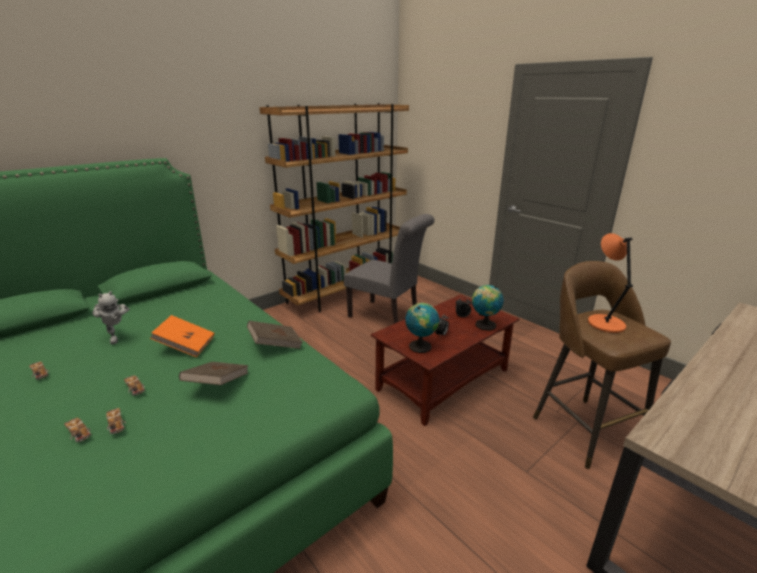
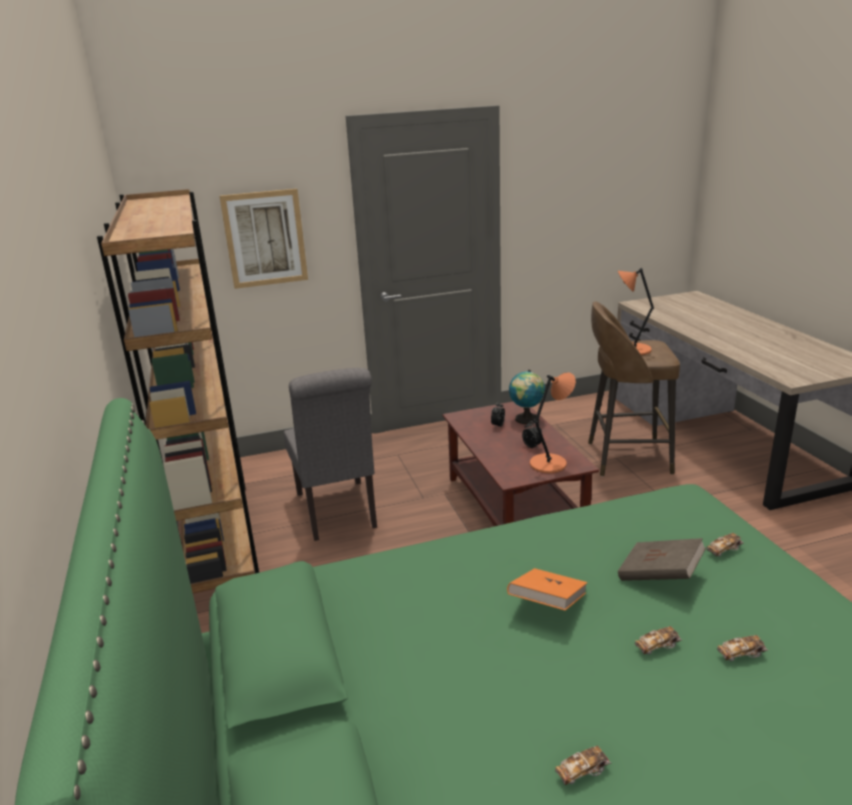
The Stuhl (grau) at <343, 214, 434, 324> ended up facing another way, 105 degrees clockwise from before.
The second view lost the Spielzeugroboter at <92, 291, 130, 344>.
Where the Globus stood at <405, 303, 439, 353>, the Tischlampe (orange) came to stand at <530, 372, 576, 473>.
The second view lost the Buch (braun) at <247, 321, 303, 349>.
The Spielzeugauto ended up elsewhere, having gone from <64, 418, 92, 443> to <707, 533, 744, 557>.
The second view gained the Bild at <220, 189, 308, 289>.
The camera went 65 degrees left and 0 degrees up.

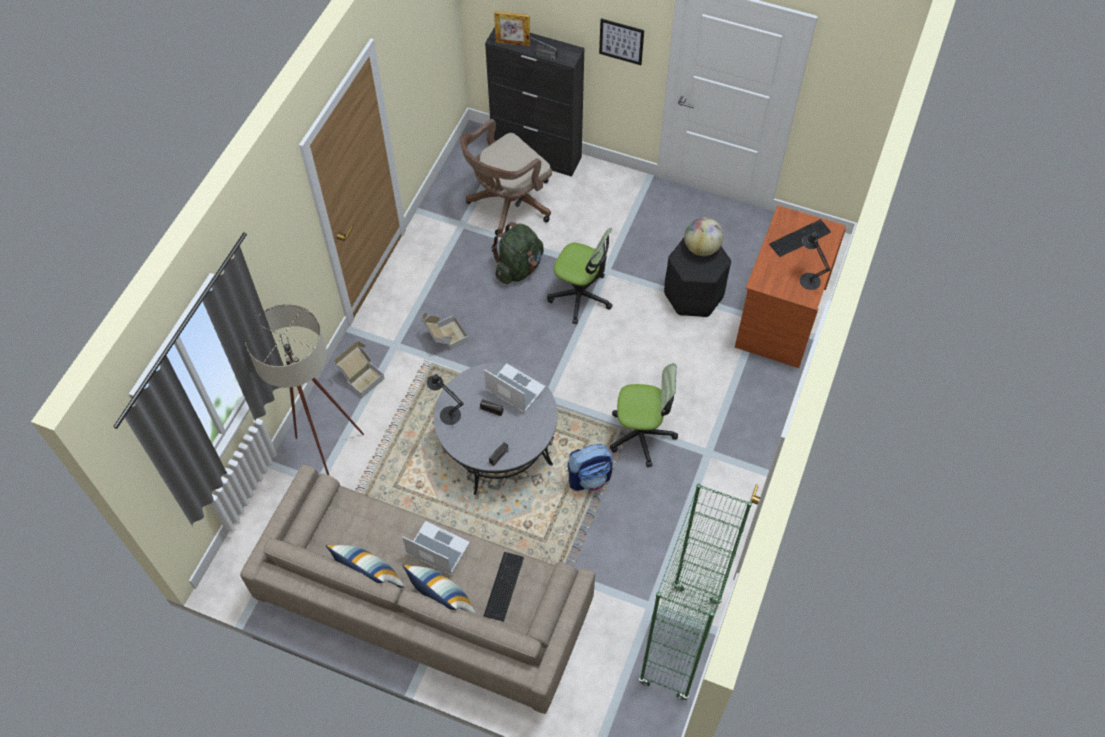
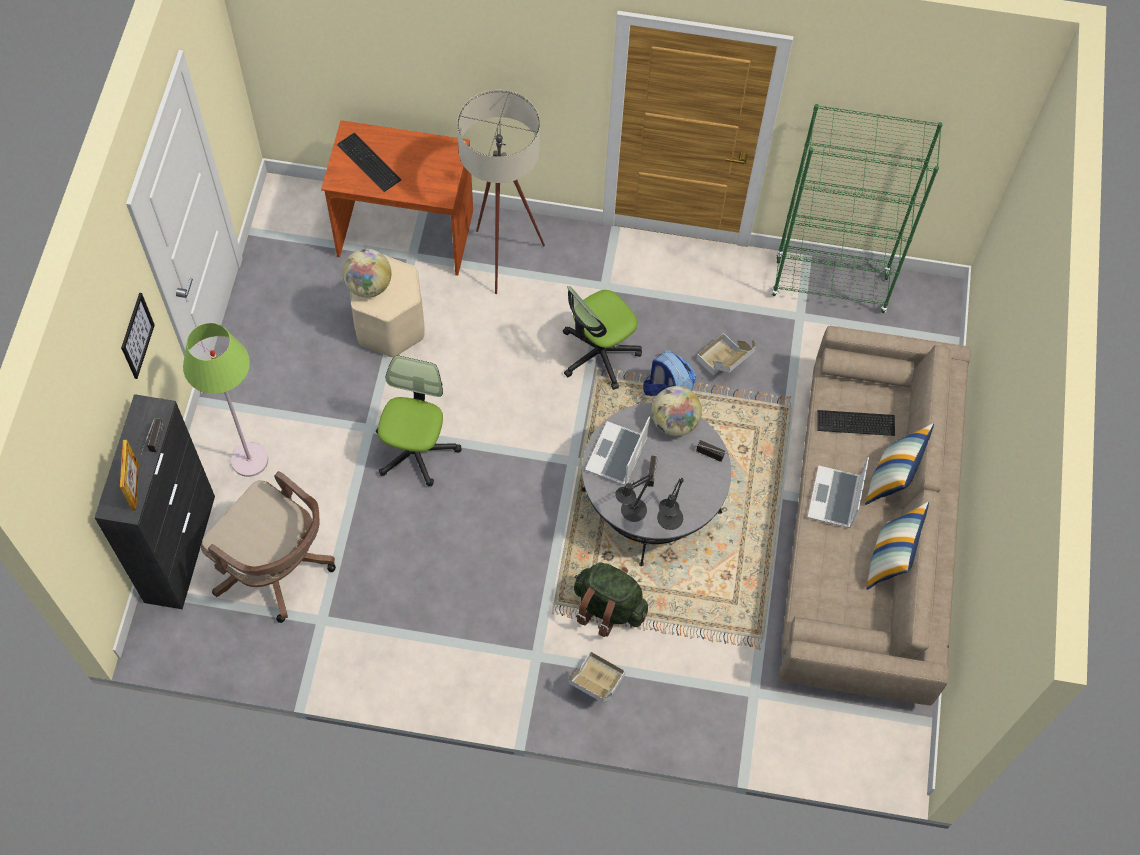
The Rucksack (grün) ended up elsewhere, having gone from <491, 222, 544, 284> to <574, 562, 648, 637>.
The Tischlampe (schwarz) ended up elsewhere, having gone from <800, 232, 831, 290> to <615, 474, 654, 522>.
What was the Hocker (schwarz) at <664, 238, 731, 317> turned into the Hocker (beige) at <350, 255, 425, 357>.
The Stehlampe (beige) ended up elsewhere, having gone from <245, 304, 364, 476> to <457, 90, 545, 294>.
The Karton ended up elsewhere, having gone from <422, 313, 468, 350> to <697, 333, 756, 376>.
The Bürostuhl at <610, 363, 678, 467> ended up facing another way, 120 degrees counterclockwise from before.
The second view gained the Stehlampe (grün) at <183, 323, 268, 477>.
The second view gained the Globus at <651, 386, 702, 436>.
The camera went 105 degrees left and 5 degrees up.

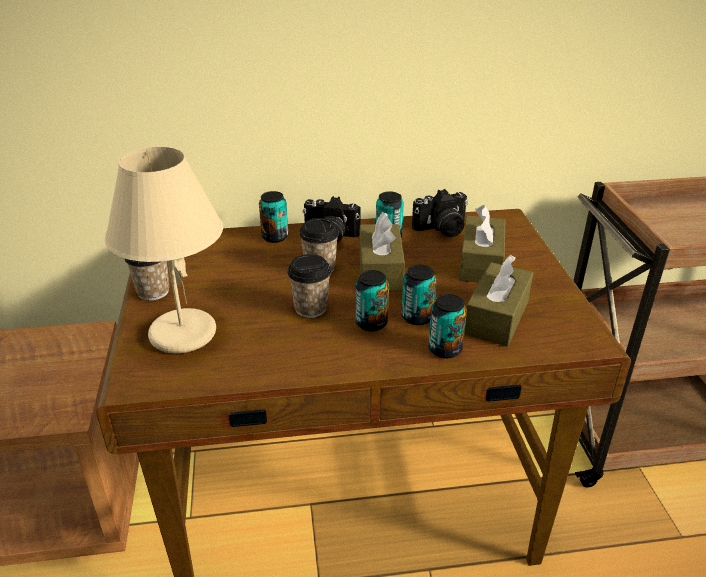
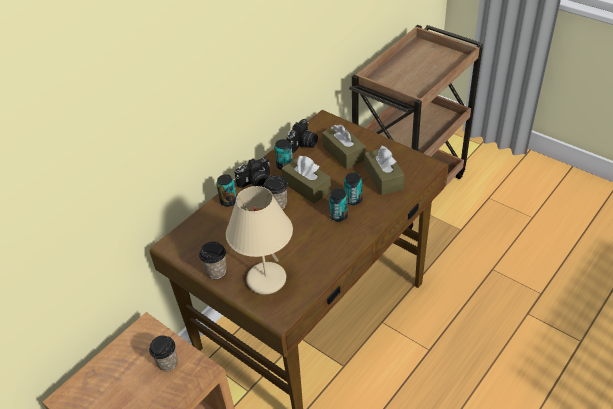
The Tasse ended up elsewhere, having gone from <288, 254, 331, 318> to <149, 336, 178, 371>.
The second view lost the Dose at <428, 294, 467, 358>.
The camera went 40 degrees left and 10 degrees up.

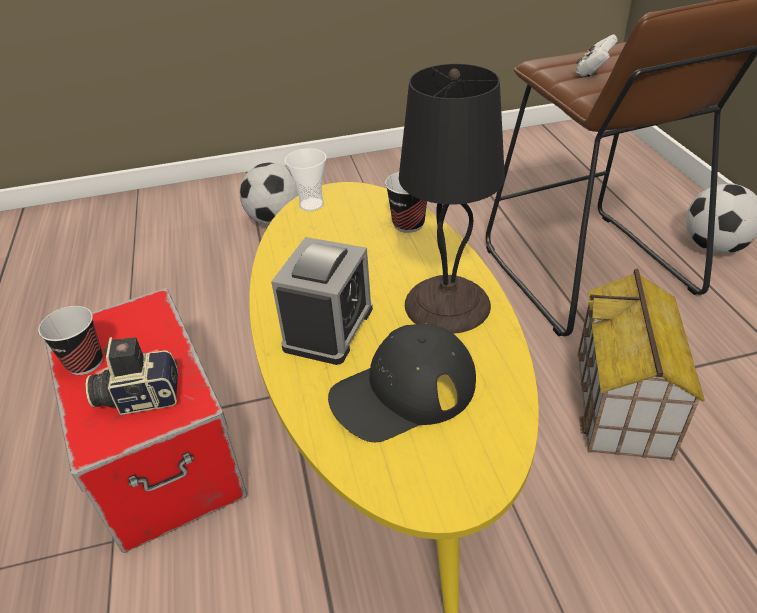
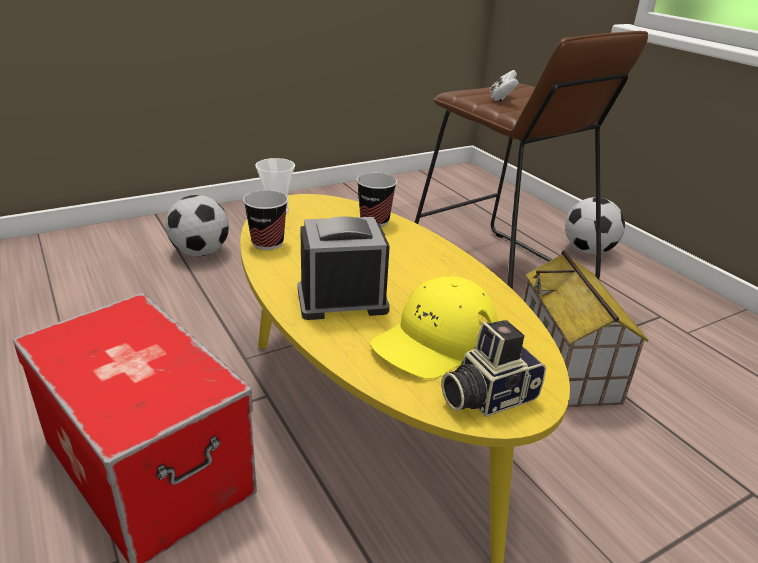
The second view lost the Tischlampe (schwarz) at <399, 64, 505, 334>.
The Wecker at <271, 237, 373, 365> ended up facing another way, 105 degrees counterclockwise from before.
The Tasse ended up elsewhere, having gone from <38, 306, 103, 375> to <243, 190, 288, 250>.
What was the Kappe (schwarz) at <328, 323, 476, 442> turned into the Kappe (gelb) at <370, 276, 498, 379>.
The Kamera ended up elsewhere, having gone from <86, 337, 178, 415> to <441, 320, 546, 417>.
The camera went 20 degrees left and 10 degrees down.

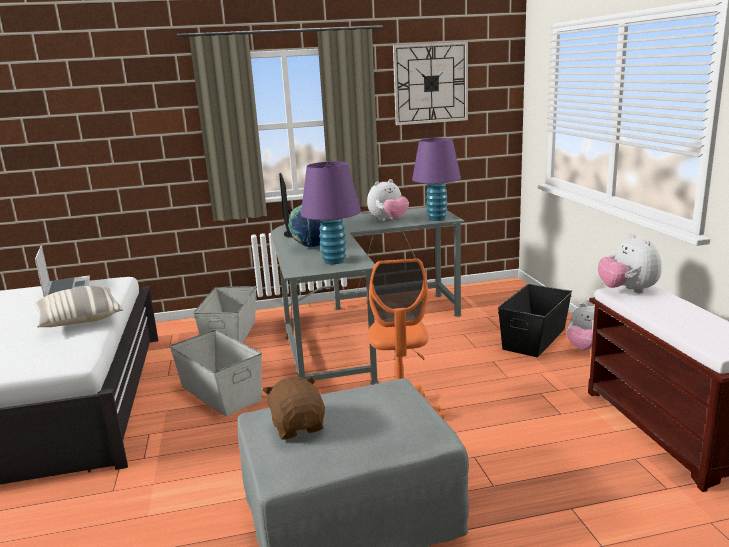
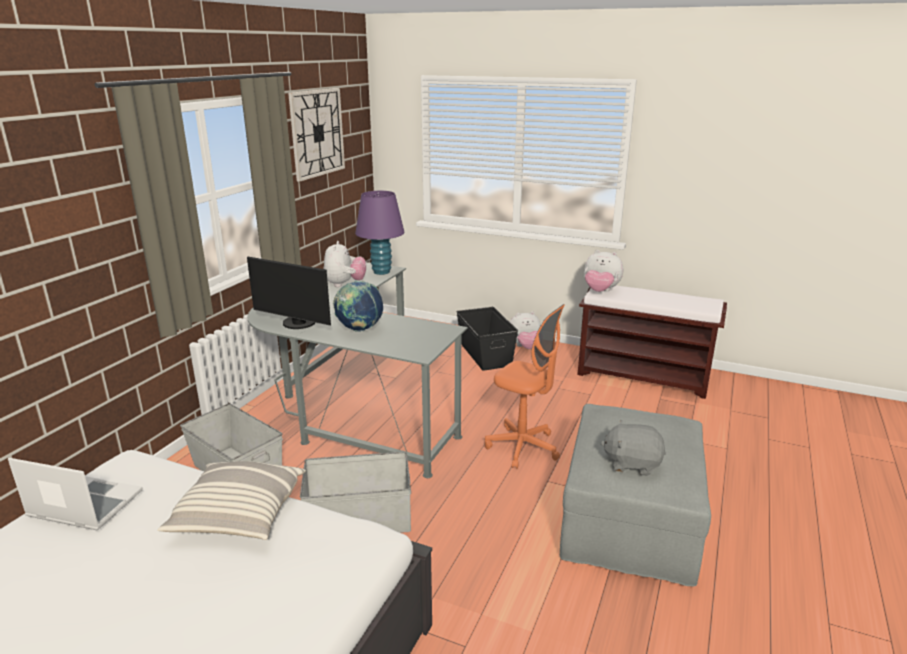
The second view lost the Tischlampe (lila) at <301, 161, 361, 264>.
What was the Plüschtier (braun) at <262, 376, 325, 440> turned into the Plüschtier (grau) at <601, 420, 666, 476>.
The camera went 55 degrees left and 5 degrees up.

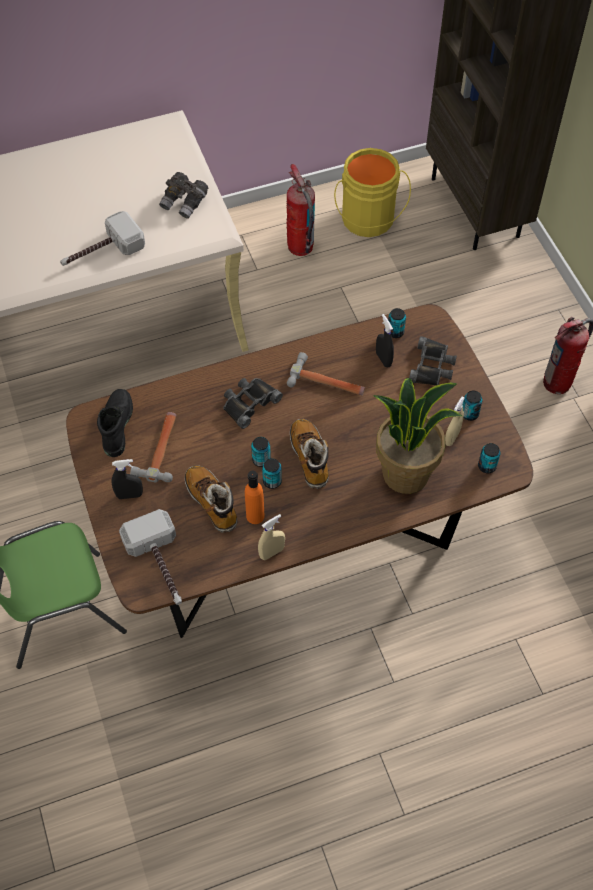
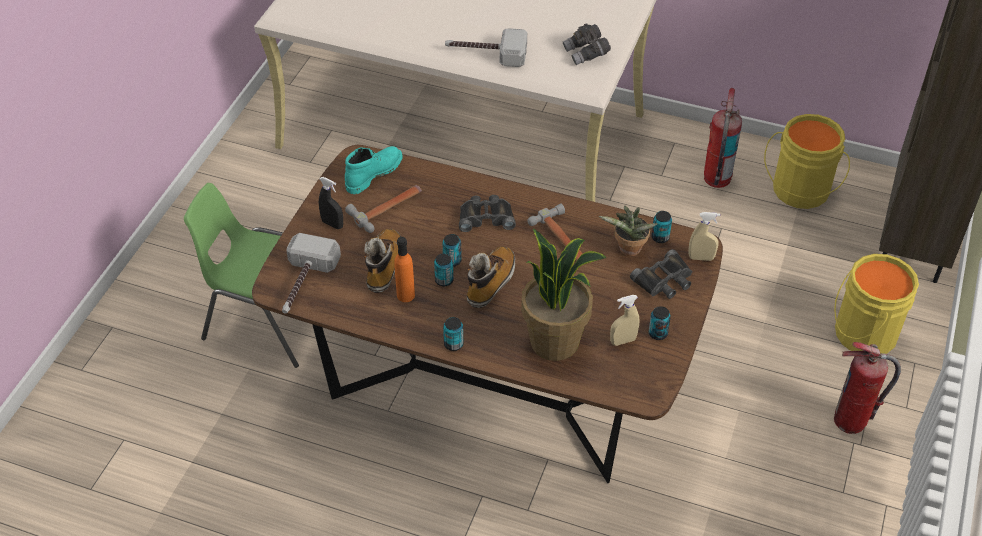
Where the Sprühflasche (schwarz) stood at <376, 314, 394, 367>, the Topfpflanze came to stand at <599, 206, 658, 256>.
What was the Stiefel (schwarz) at <97, 389, 133, 457> turned into the Stiefel (türkis) at <345, 146, 403, 194>.
The Dose ended up elsewhere, having gone from <478, 443, 500, 473> to <443, 317, 463, 351>.
The Sprühflasche (beige) ended up elsewhere, having gone from <258, 514, 285, 560> to <688, 212, 720, 261>.
The second view gained the Eimer (gelb) at <834, 254, 919, 354>.
The camera went 40 degrees right and 10 degrees down.

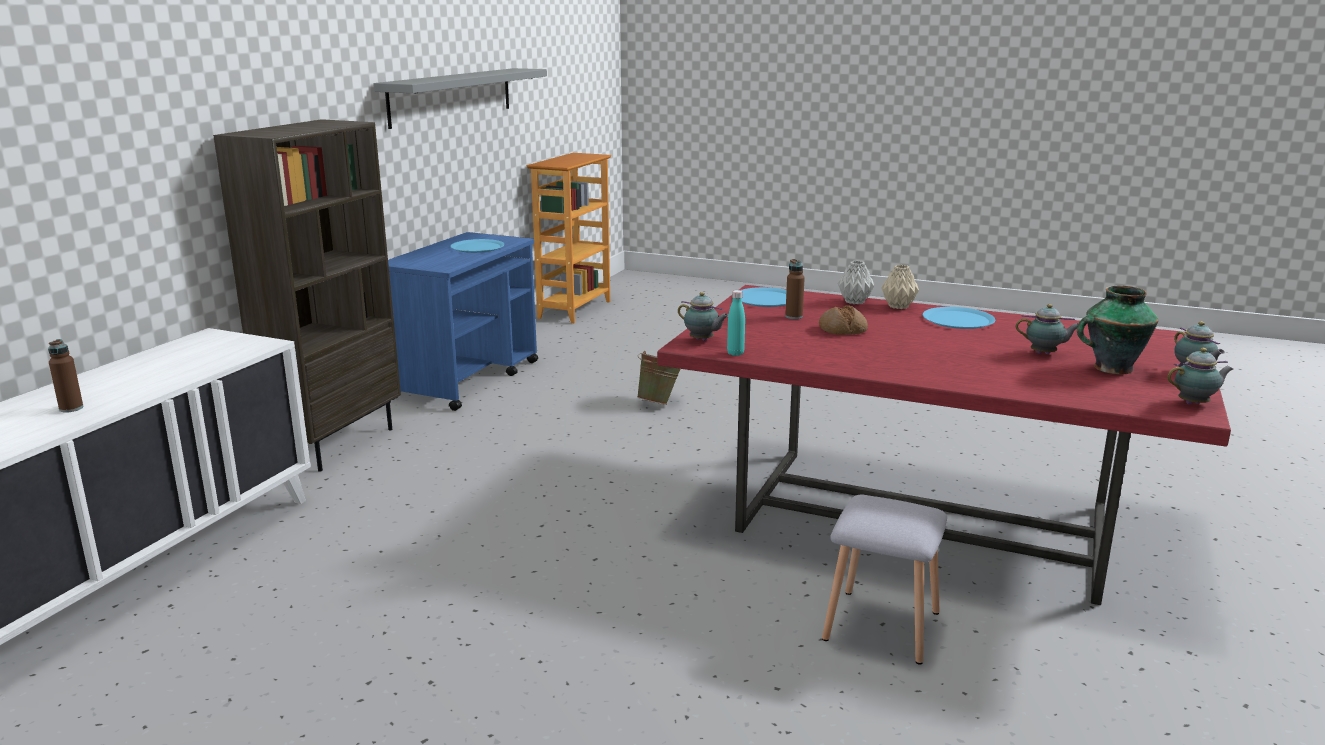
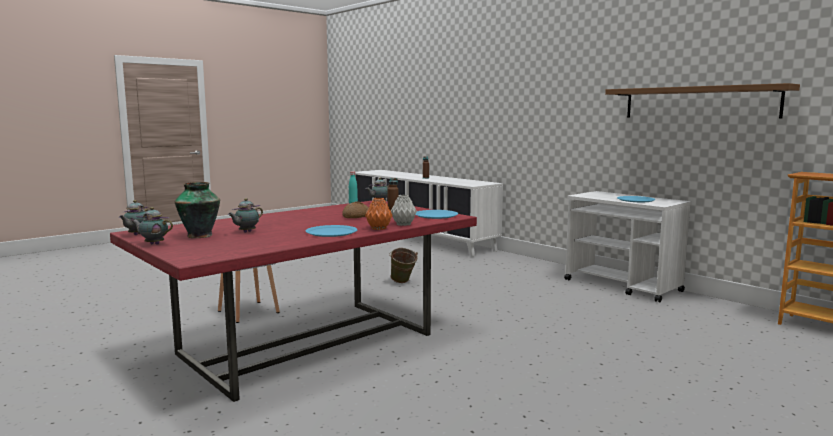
What was the Wandregal (grau) at <373, 68, 547, 129> turned into the Wandregal (braun) at <605, 83, 800, 118>.
The second view lost the Bücherregal (braun) at <213, 119, 401, 472>.
What was the Rollwagen (blau) at <388, 232, 538, 411> turned into the Rollwagen (weiß) at <564, 191, 692, 302>.
What was the Vase (beige) at <881, 265, 919, 309> turned into the Vase (orange) at <365, 198, 393, 230>.
The Eimer (grün) ended up elsewhere, having gone from <637, 351, 680, 405> to <389, 248, 418, 283>.
The camera went 115 degrees right and 10 degrees down.

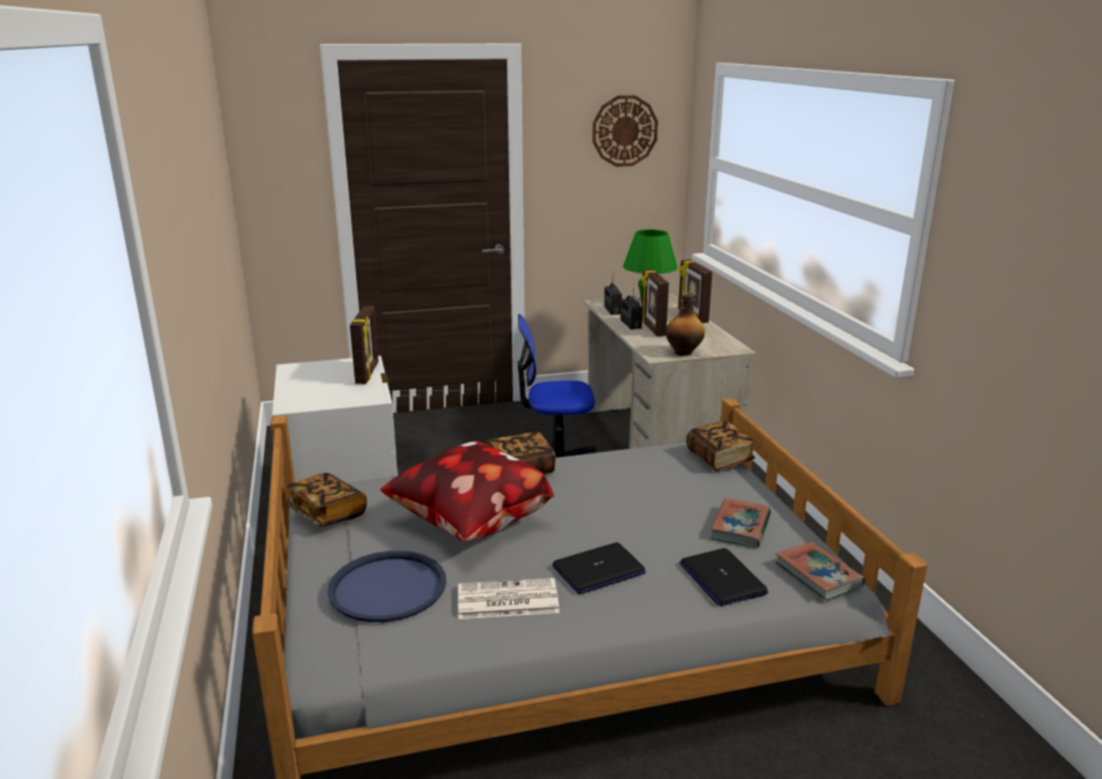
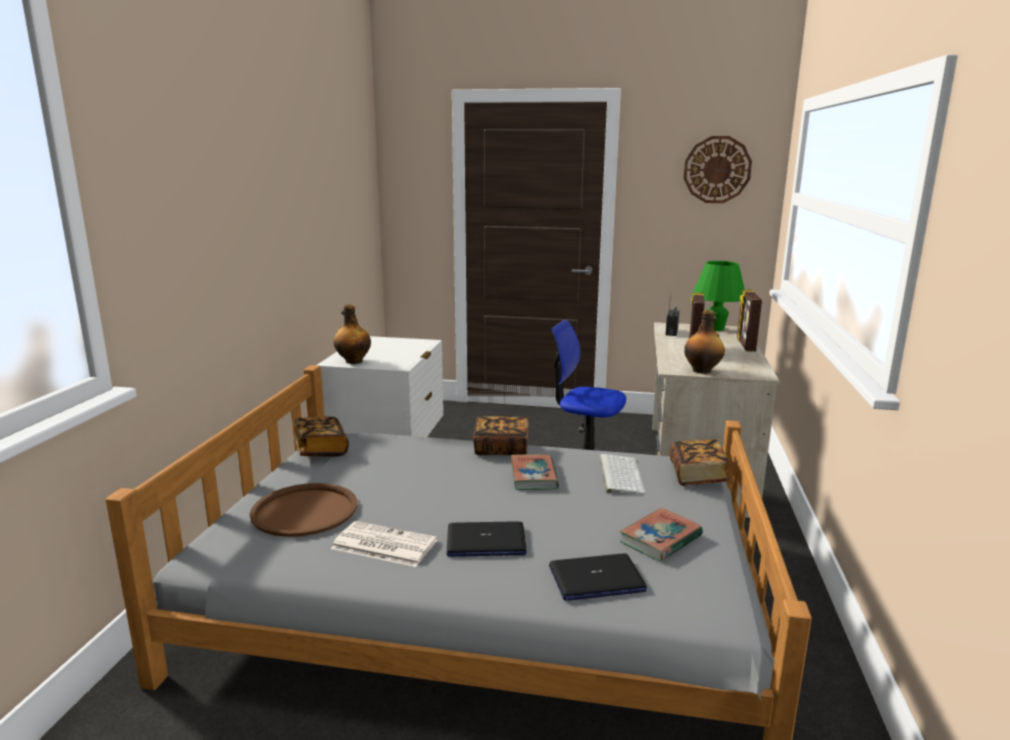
The second view lost the Radio at <621, 283, 643, 330>.
The second view lost the Bilderrahmen at <350, 306, 379, 384>.
The second view lost the Kissen at <380, 441, 555, 542>.
The Buch ended up elsewhere, having gone from <775, 542, 865, 601> to <511, 454, 559, 490>.
The Laptop at <679, 548, 768, 606> ended up facing another way, 105 degrees counterclockwise from before.
What was the Tablett (blau) at <327, 551, 446, 622> turned into the Tablett (braun) at <250, 483, 357, 537>.
The second view gained the Flasche at <334, 304, 371, 364>.
The second view gained the Tastatur at <599, 454, 646, 494>.
The camera went 25 degrees right and 5 degrees down.

